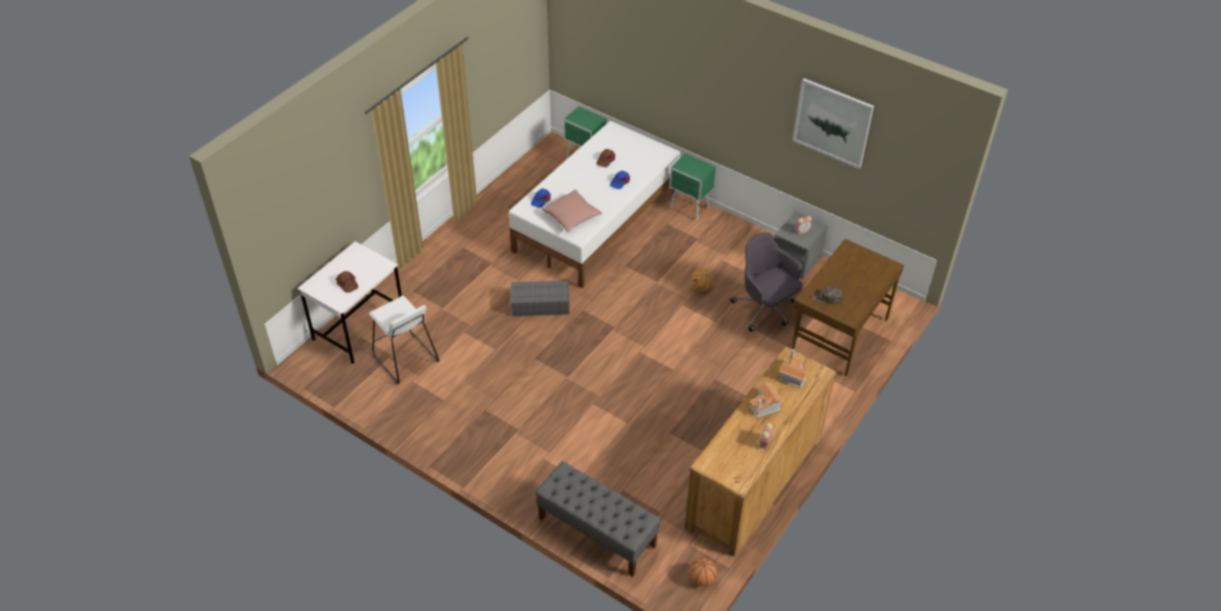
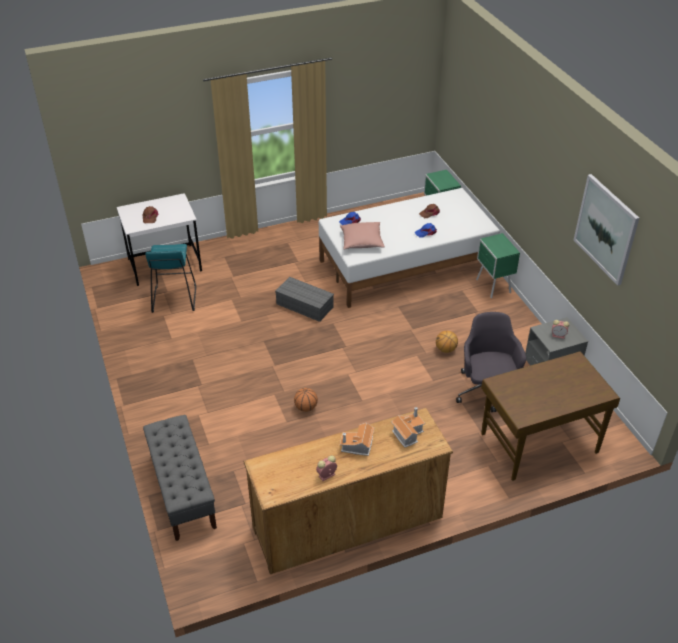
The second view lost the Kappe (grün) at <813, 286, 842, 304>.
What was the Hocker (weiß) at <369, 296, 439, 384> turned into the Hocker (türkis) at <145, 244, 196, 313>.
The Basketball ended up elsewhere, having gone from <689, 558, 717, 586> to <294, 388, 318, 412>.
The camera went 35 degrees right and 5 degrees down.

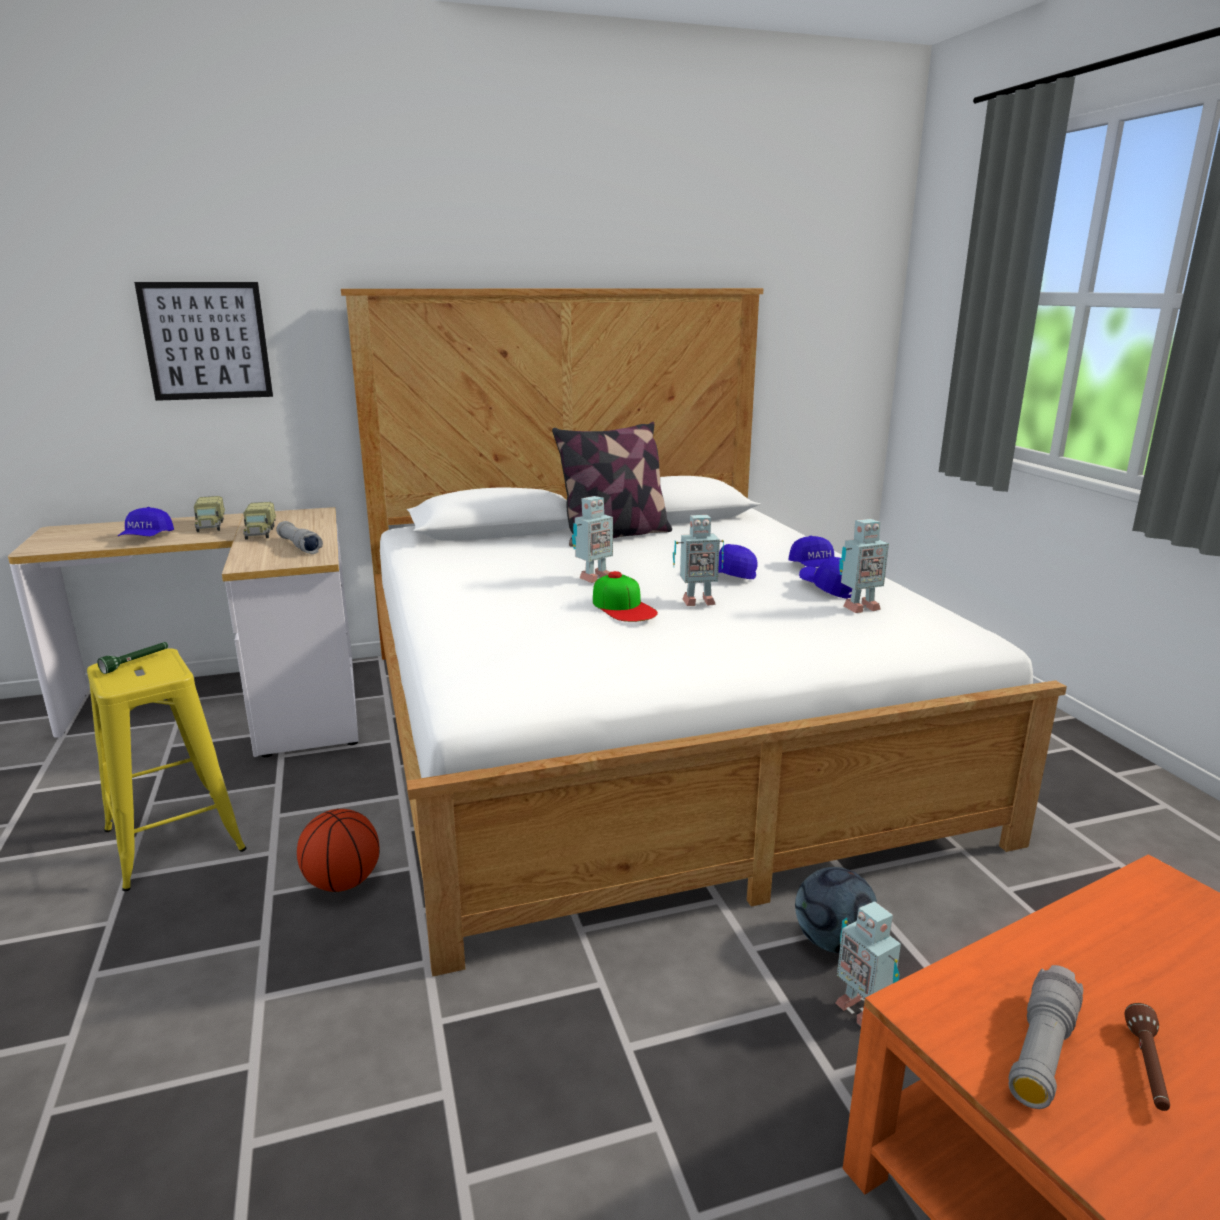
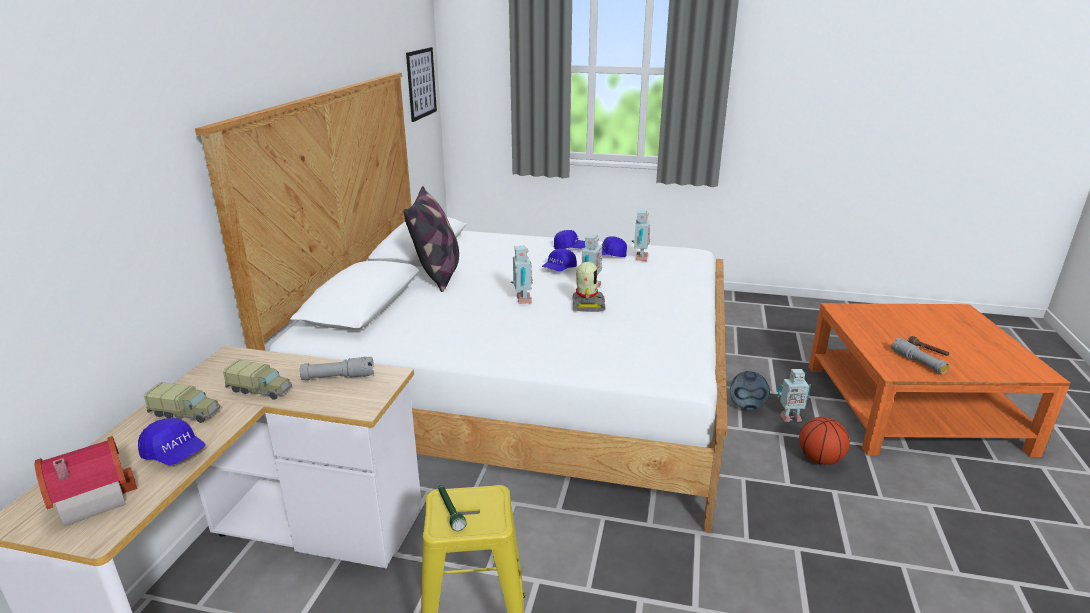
The Bild ended up elsewhere, having gone from <134, 282, 273, 401> to <406, 47, 437, 122>.
Where the Kappe stood at <593, 571, 658, 622>, the Spielzeugroboter came to stand at <573, 262, 605, 312>.
The Basketball ended up elsewhere, having gone from <297, 809, 379, 892> to <799, 417, 850, 465>.
The second view gained the Spielzeughaus at <34, 436, 137, 526>.
The camera went 60 degrees left and 5 degrees up.

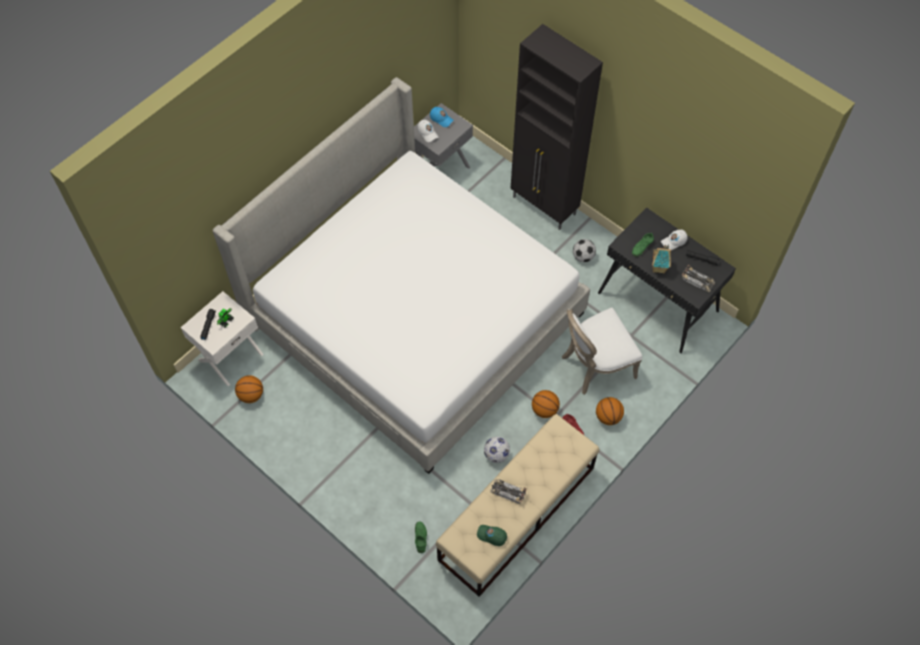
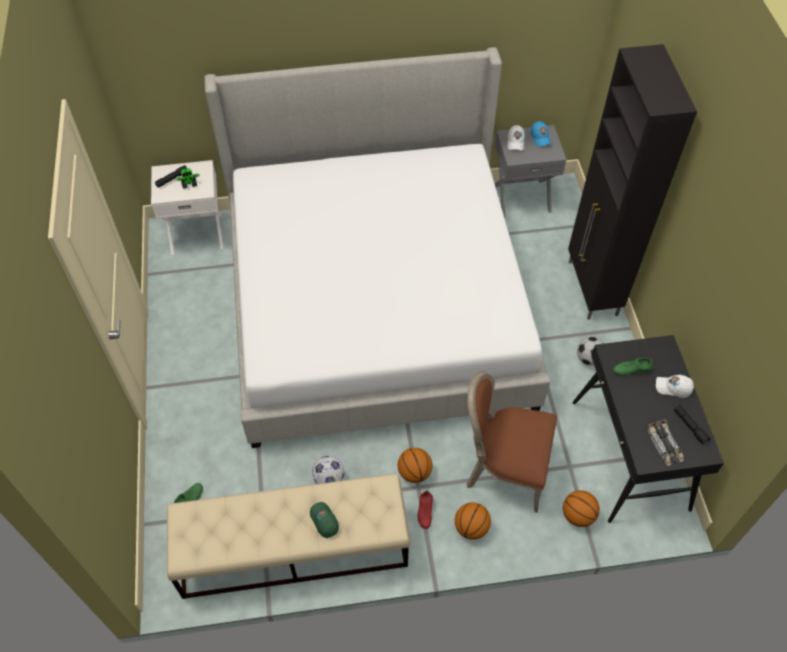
The second view lost the Spielzeughaus at <652, 244, 671, 274>.
What was the Stuhl (weiß) at <562, 307, 642, 395> turned into the Stuhl (braun) at <467, 371, 557, 513>.
The Basketball ended up elsewhere, having gone from <235, 375, 263, 403> to <563, 490, 600, 527>.
The second view lost the Spielzeugauto at <490, 479, 527, 504>.
The Kappe (grün) ended up elsewhere, having gone from <477, 525, 507, 546> to <310, 502, 339, 538>.
The camera went 40 degrees right and 5 degrees down.

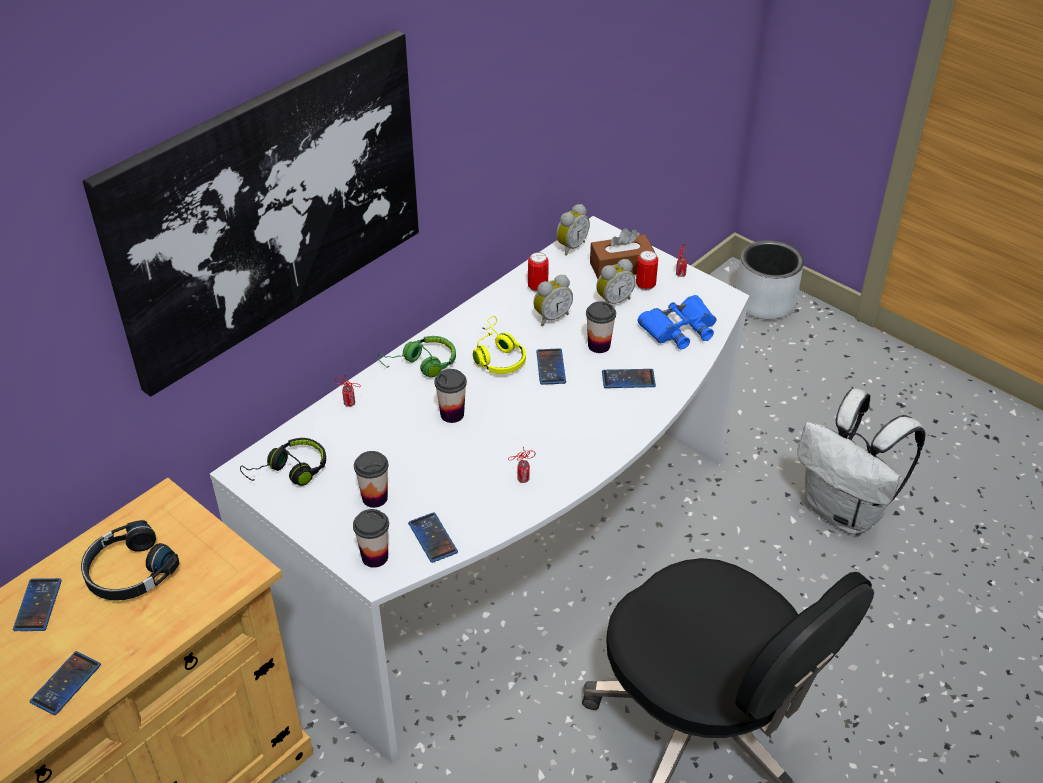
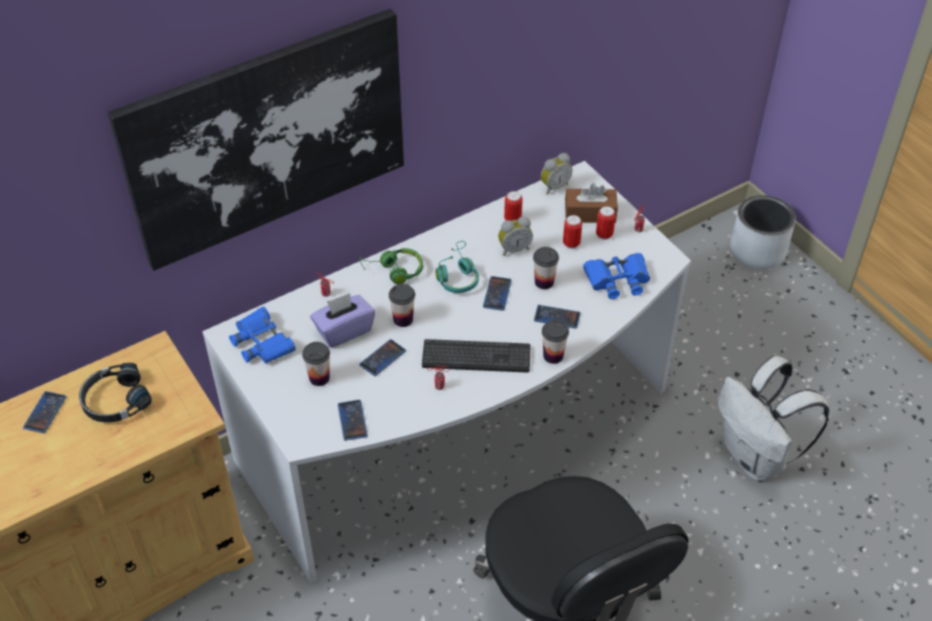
Where the Wecker stood at <596, 259, 635, 304>, the Dose came to stand at <563, 215, 582, 249>.
What was the Kopfhörer (gelb) at <473, 316, 526, 374> turned into the Kopfhörer (türkis) at <436, 241, 479, 293>.
Where the Kopfhörer (schwarz) stood at <240, 438, 326, 486>, the Fernglas (blau) came to stand at <229, 307, 296, 363>.
The Tasse ended up elsewhere, having gone from <353, 509, 389, 568> to <542, 320, 569, 364>.
The Handy ended up elsewhere, having gone from <30, 651, 101, 715> to <359, 339, 406, 376>.
The second view gained the Taschentuchbox (lila) at <310, 293, 375, 348>.
The second view gained the Tastatur at <422, 339, 530, 373>.
The camera went 15 degrees right and 5 degrees up.

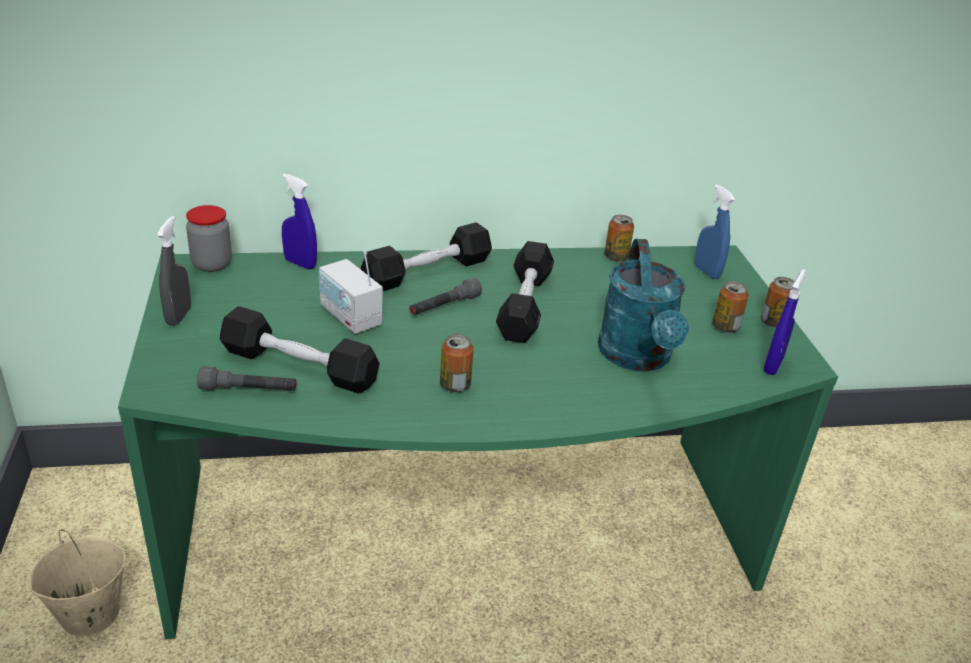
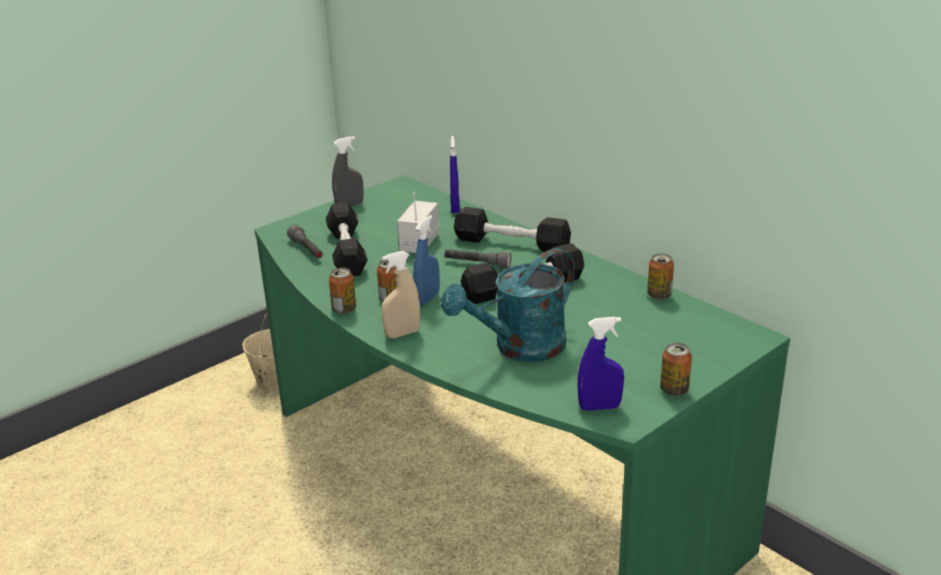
The Sprühflasche (blau) ended up elsewhere, having gone from <695, 184, 735, 279> to <413, 215, 440, 305>.
The second view lost the Vorratsglas at <186, 205, 232, 272>.
The Dose ended up elsewhere, having gone from <712, 281, 749, 333> to <329, 268, 356, 314>.
The second view gained the Sprühflasche (beige) at <382, 251, 420, 339>.
The camera went 60 degrees right and 5 degrees down.

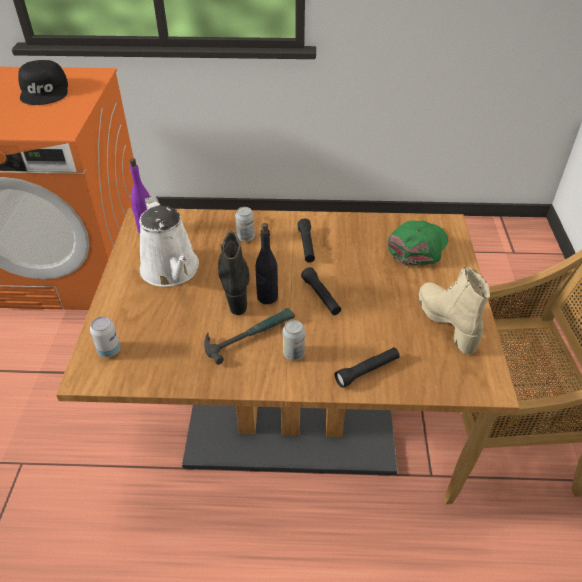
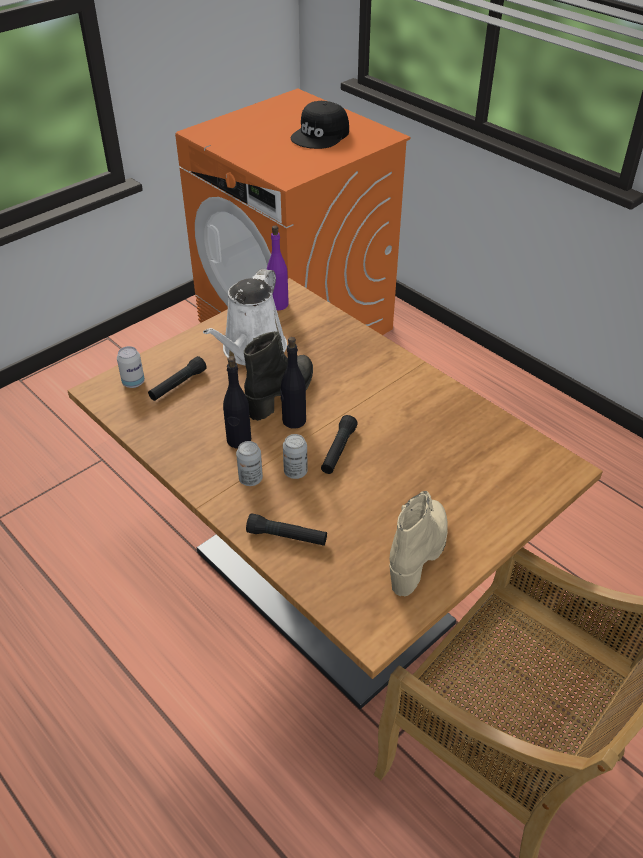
The Dose ended up elsewhere, having gone from <235, 207, 255, 242> to <283, 434, 308, 479>.
The Taschenlampe (schwarz) ended up elsewhere, having gone from <298, 219, 315, 263> to <148, 356, 206, 401>.
The second view lost the Kappe (grün) at <387, 220, 448, 266>.
Where the Hammer stood at <204, 308, 295, 365>, the Flasche (schwarz) came to stand at <223, 356, 251, 449>.
The camera went 45 degrees right and 0 degrees up.

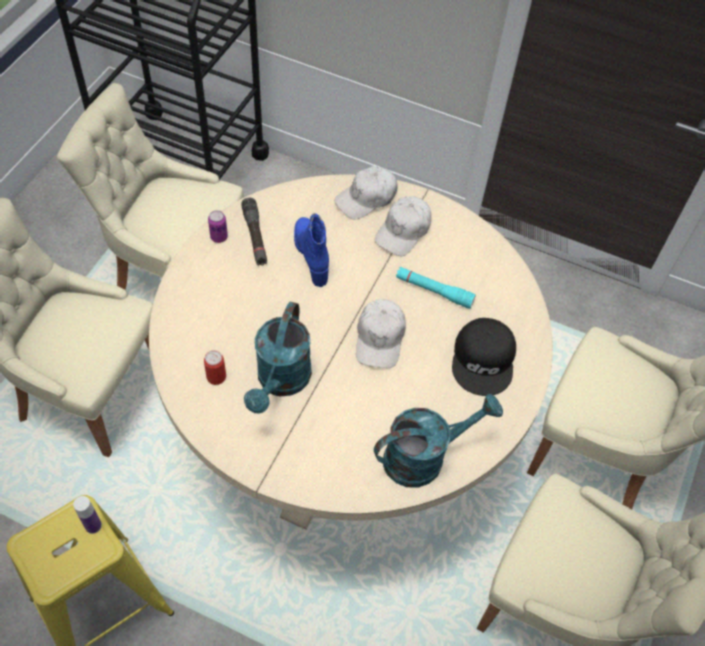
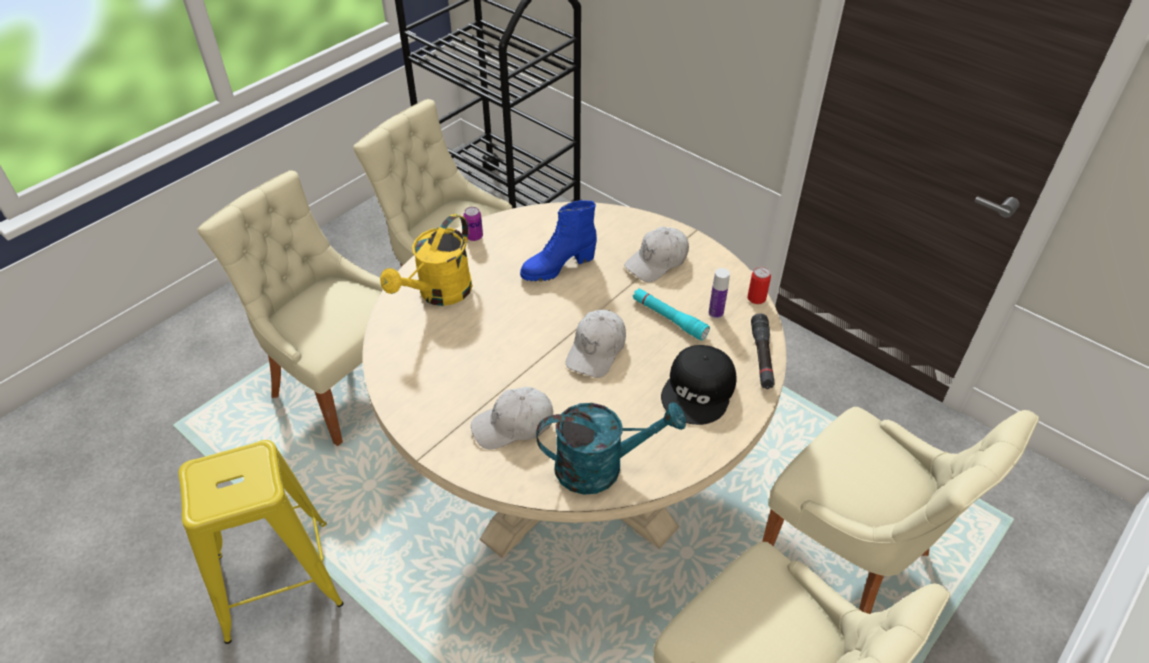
The Kappe (weiß) ended up elsewhere, having gone from <335, 166, 397, 220> to <471, 387, 553, 450>.
The Taschenlampe (schwarz) ended up elsewhere, having gone from <241, 198, 267, 266> to <751, 313, 775, 389>.
The Stiefel (blau) at <294, 213, 329, 287> ended up facing another way, 120 degrees counterclockwise from before.
The second view lost the Gießkanne (türkis) at <244, 301, 312, 414>.
The Dose ended up elsewhere, having gone from <204, 350, 226, 385> to <748, 266, 771, 304>.
The Flasche ended up elsewhere, having gone from <73, 496, 102, 534> to <709, 268, 730, 319>.
The second view gained the Gießkanne (gelb) at <380, 214, 473, 306>.
The camera went 20 degrees right and 10 degrees down.

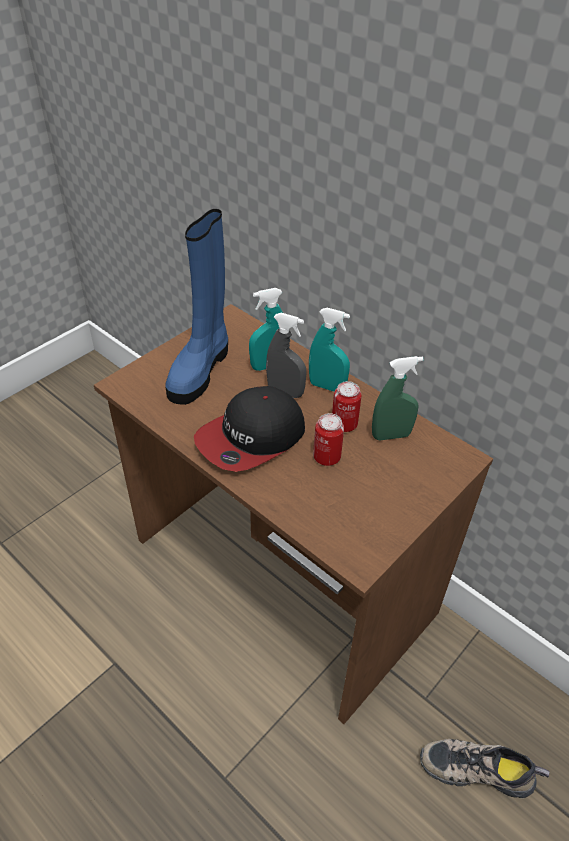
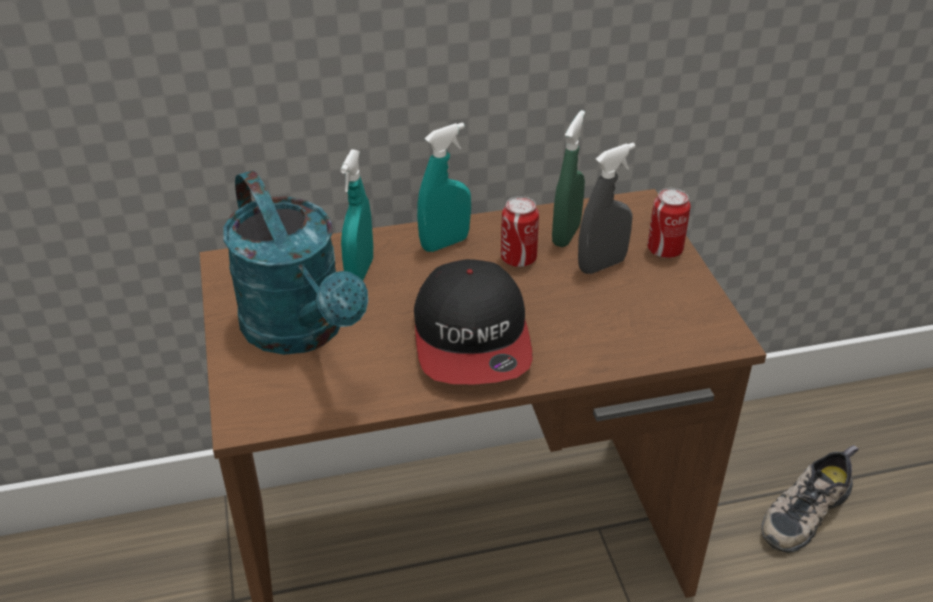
Where the Stiefel (blau) stood at <165, 209, 228, 405>, the Gießkanne (türkis) came to stand at <223, 170, 368, 355>.
The Sprühflasche (grau) ended up elsewhere, having gone from <266, 313, 306, 398> to <578, 143, 635, 274>.
The Dose ended up elsewhere, having gone from <313, 413, 344, 466> to <648, 188, 690, 258>.
The camera went 55 degrees left and 5 degrees down.

